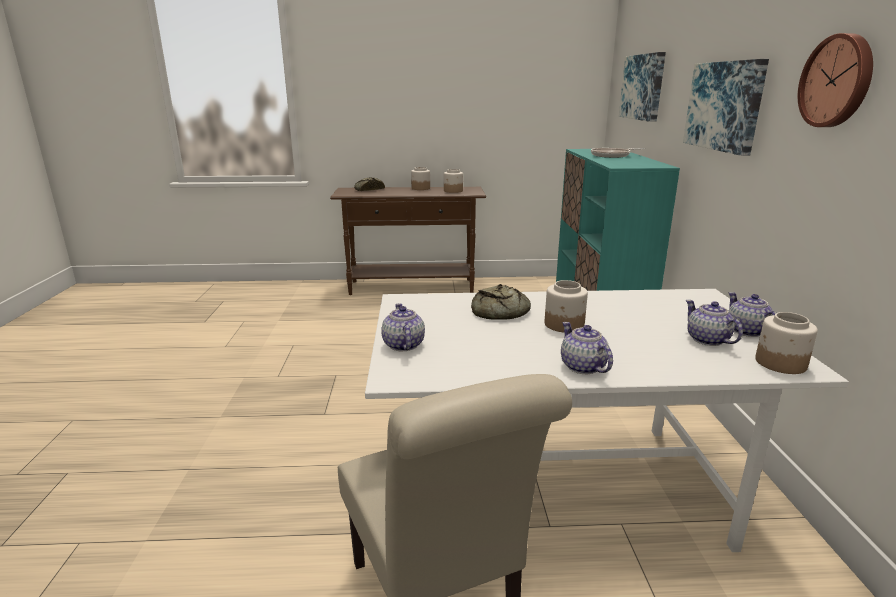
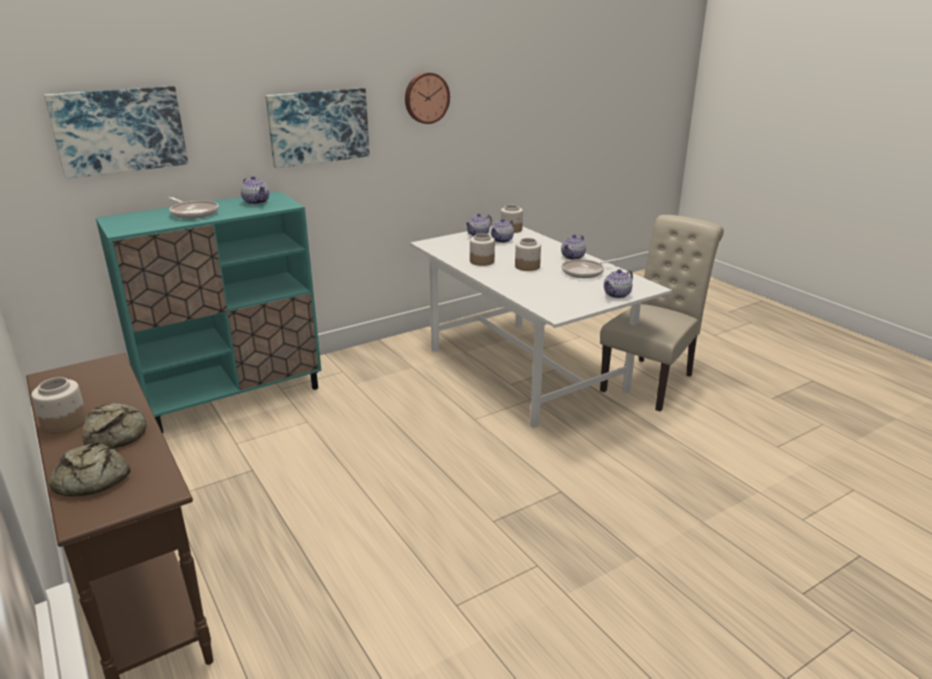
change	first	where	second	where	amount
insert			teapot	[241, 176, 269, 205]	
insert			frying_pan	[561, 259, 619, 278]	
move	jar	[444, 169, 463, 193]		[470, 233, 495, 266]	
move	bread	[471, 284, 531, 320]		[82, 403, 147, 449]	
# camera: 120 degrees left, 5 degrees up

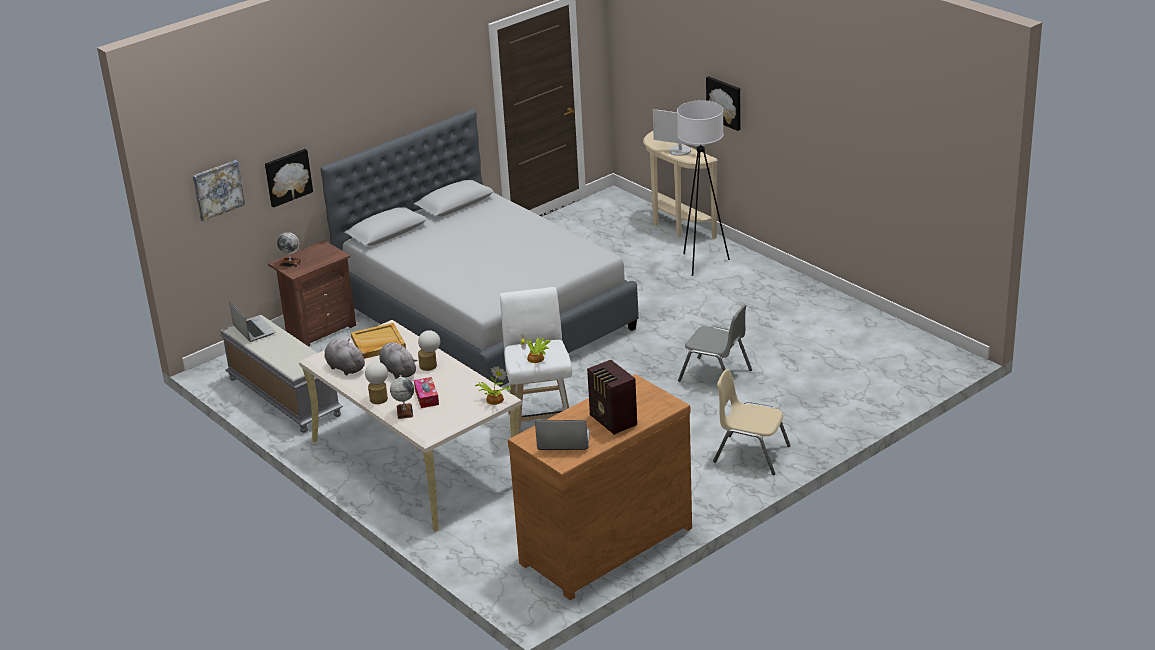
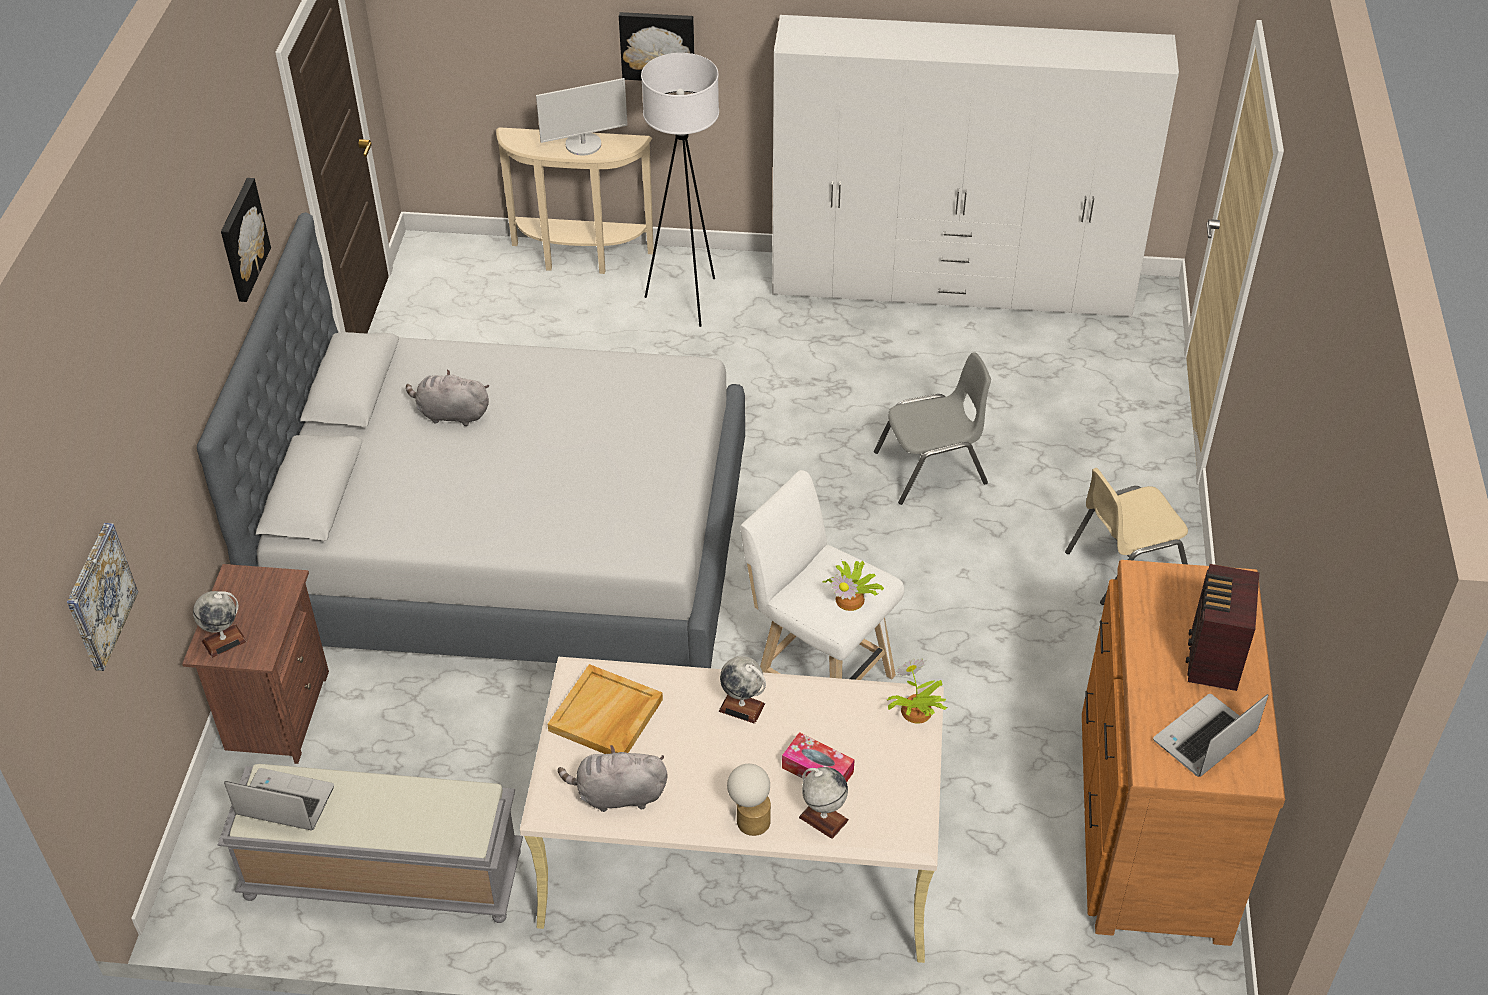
change	first	where	second	where	amount
insert			white_wardrobe	[772, 15, 1179, 317]	
move	picture	[265, 149, 313, 207]		[221, 178, 271, 302]	
move	grey_plush_toy	[379, 342, 418, 379]		[406, 370, 489, 426]	
replace	table_lamp	[418, 330, 440, 371]	globe	[719, 656, 766, 724]	
rotate	radio	[587, 360, 637, 435]		[1186, 564, 1259, 691]	90 degrees clockwise
# camera: 45 degrees left, 15 degrees up

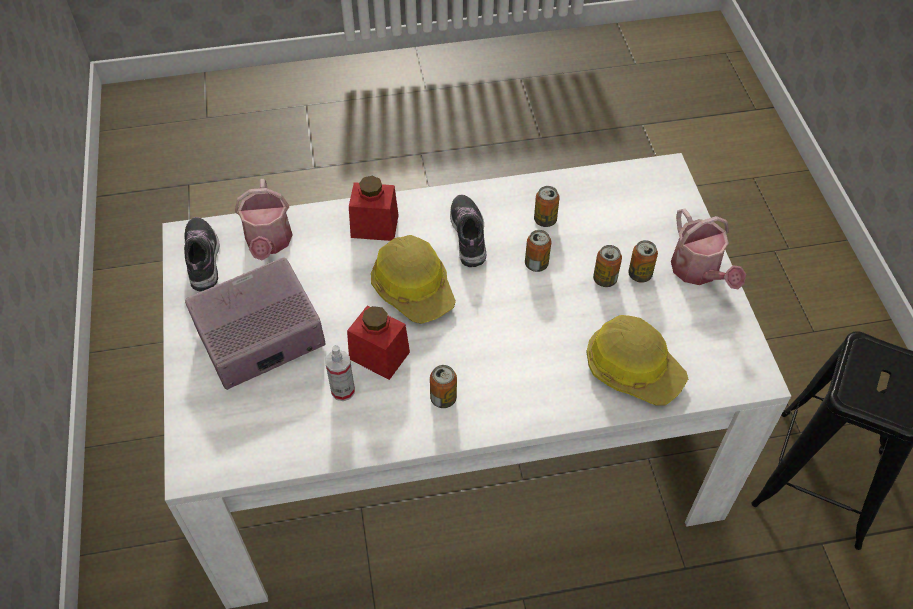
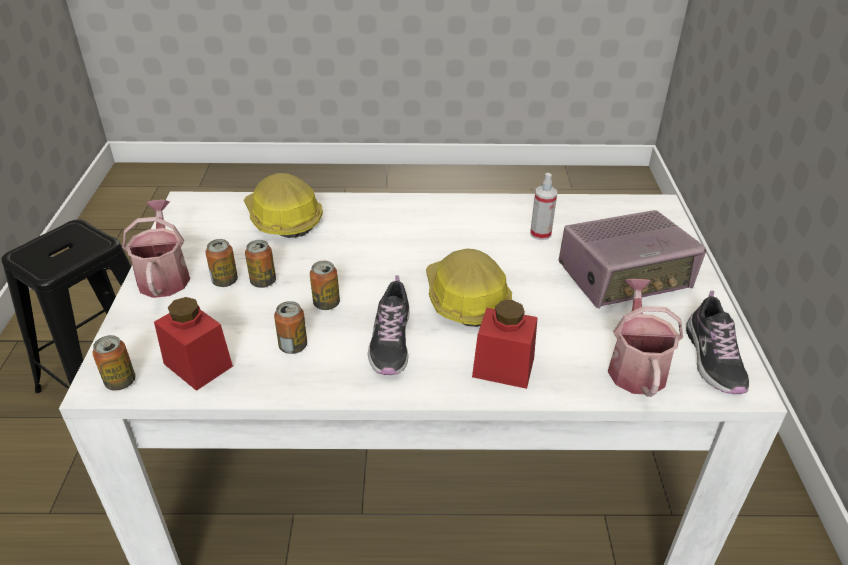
change	first	where	second	where	amount
move	red_jar	[347, 305, 410, 380]		[154, 297, 233, 391]	
move	can	[430, 365, 457, 408]		[92, 335, 136, 391]	
# camera: 170 degrees left, 15 degrees down

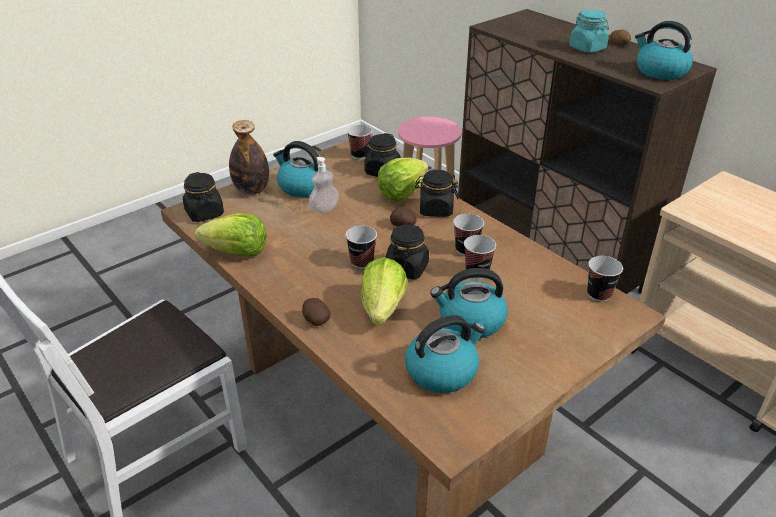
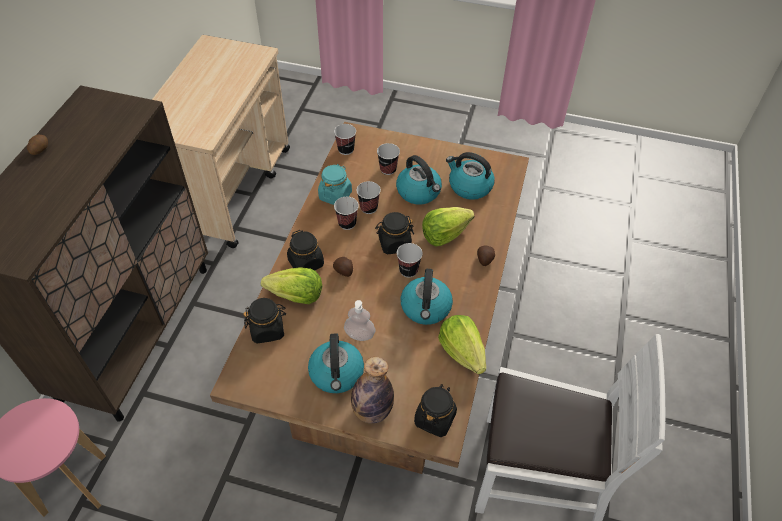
change	first	where	second	where	amount
move	cup	[347, 125, 372, 159]		[377, 143, 400, 175]	
move	turquoise_jar	[569, 10, 609, 53]		[318, 164, 352, 205]	
move	kettle	[635, 21, 693, 80]		[401, 269, 453, 325]	
# camera: 125 degrees left, 15 degrees up

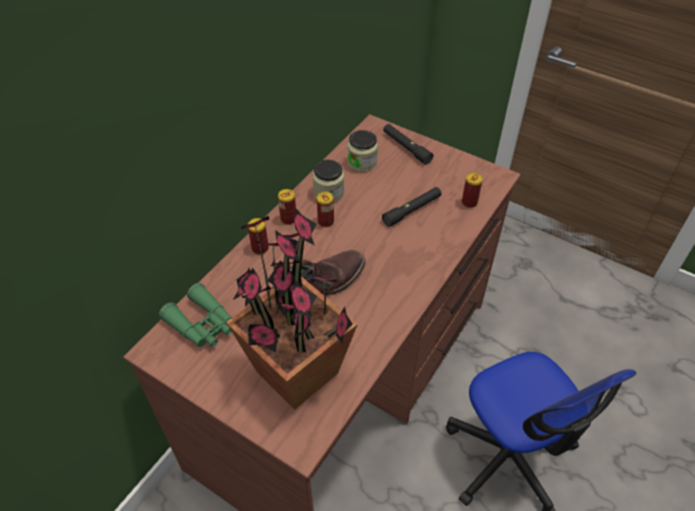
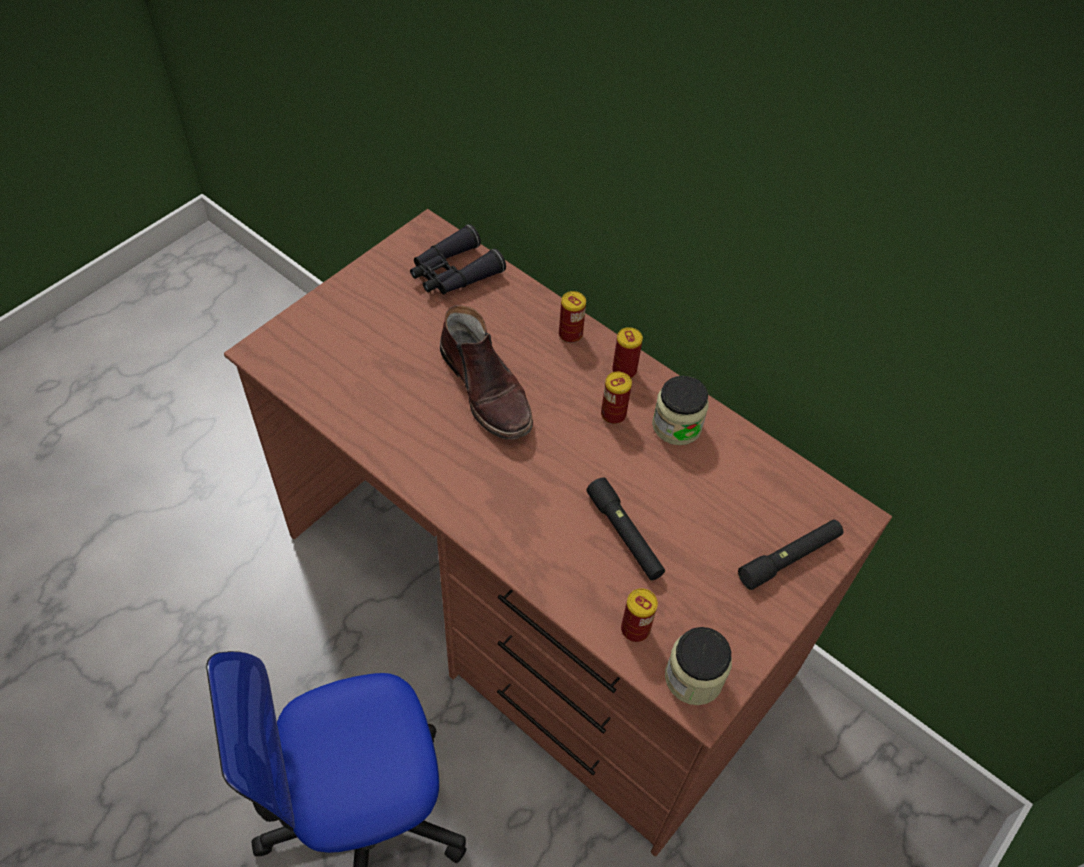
change	first	where	second	where	amount
delete	potted_plant	[226, 209, 358, 410]			
move	jar	[348, 130, 378, 172]		[665, 627, 732, 705]	
recolor	green_binoculars	[159, 283, 232, 347]	black_binoculars	[410, 224, 506, 294]	
# camera: 95 degrees right, 5 degrees up

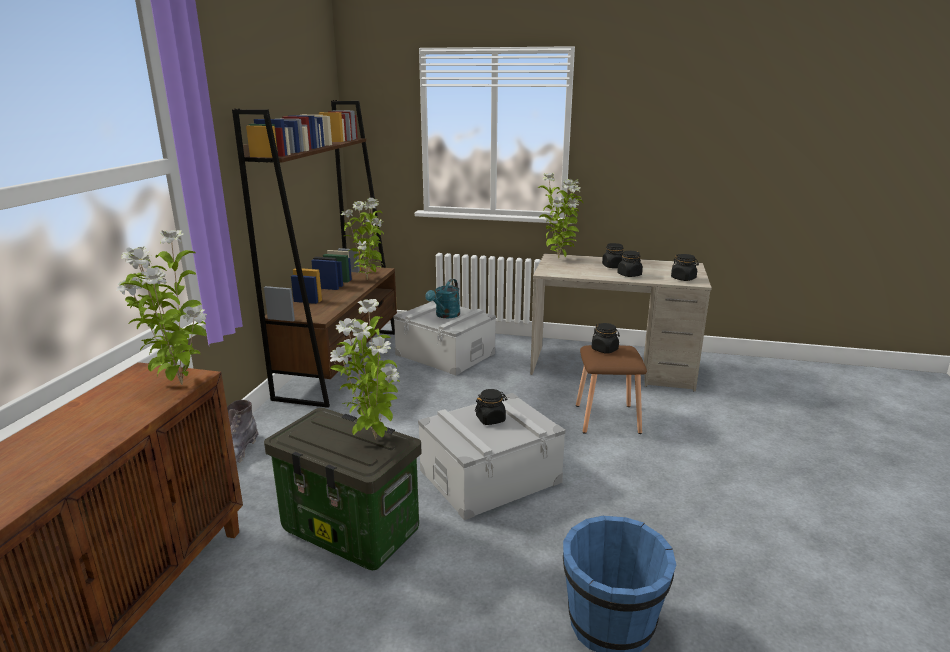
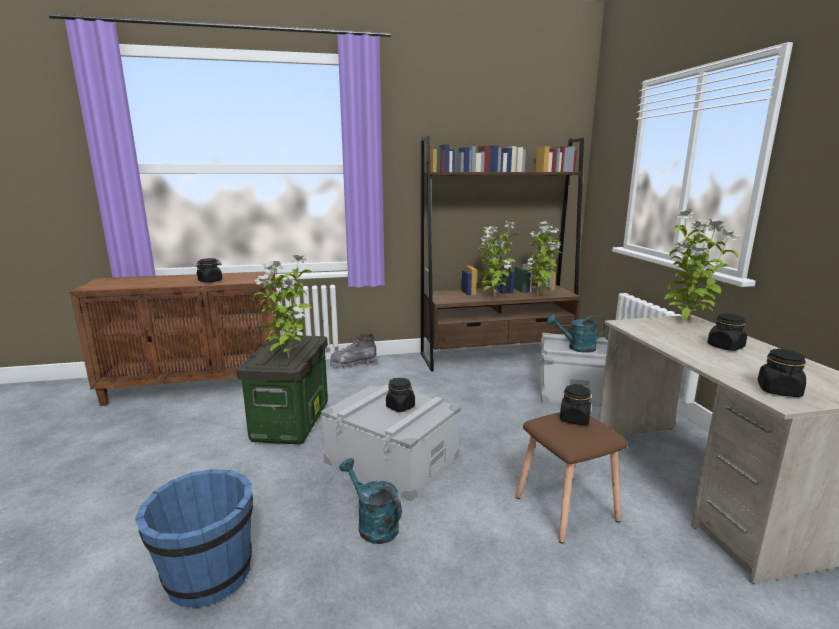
change	first	where	second	where	amount
insert			turquoise_watering_can	[339, 458, 402, 544]	
move	potted_plant	[116, 230, 207, 385]		[477, 221, 518, 298]	
move	black_jar	[617, 251, 643, 277]		[196, 258, 222, 283]	
# camera: 65 degrees right, 5 degrees down

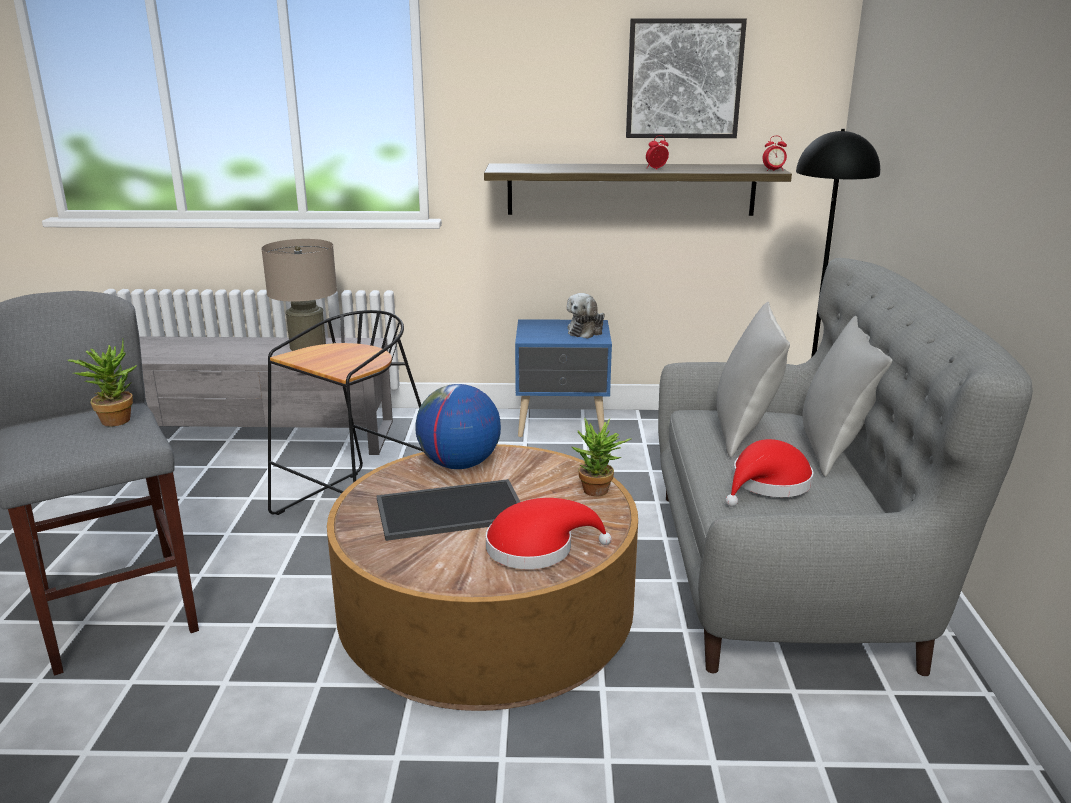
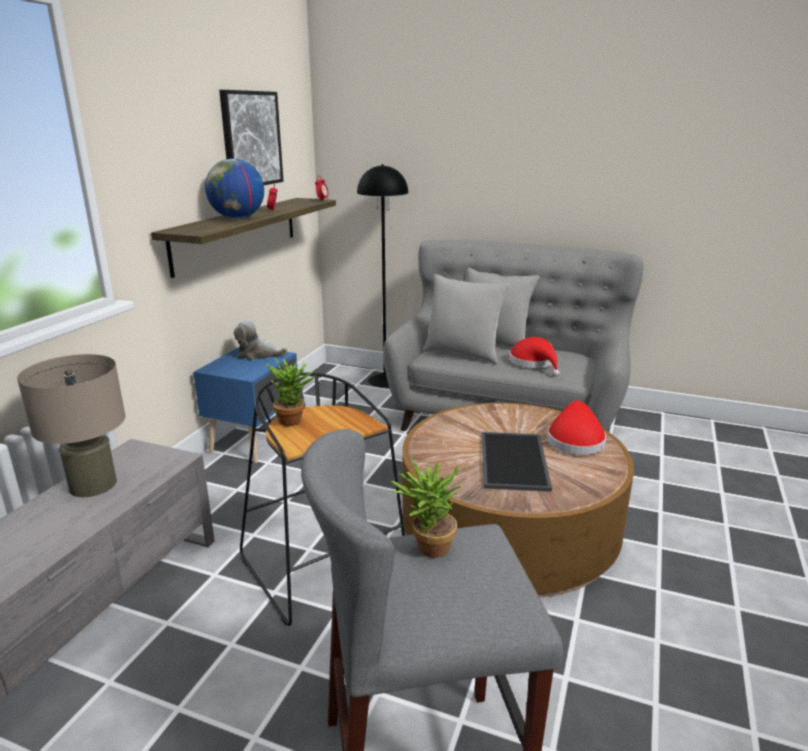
change	first	where	second	where	amount
move	globe	[415, 384, 501, 469]		[205, 159, 264, 219]	
move	potted_plant	[572, 418, 631, 497]		[267, 358, 318, 426]	
rotate	plush_toy	[567, 293, 605, 339]		[234, 320, 288, 360]	135 degrees clockwise
# camera: 70 degrees left, 0 degrees up

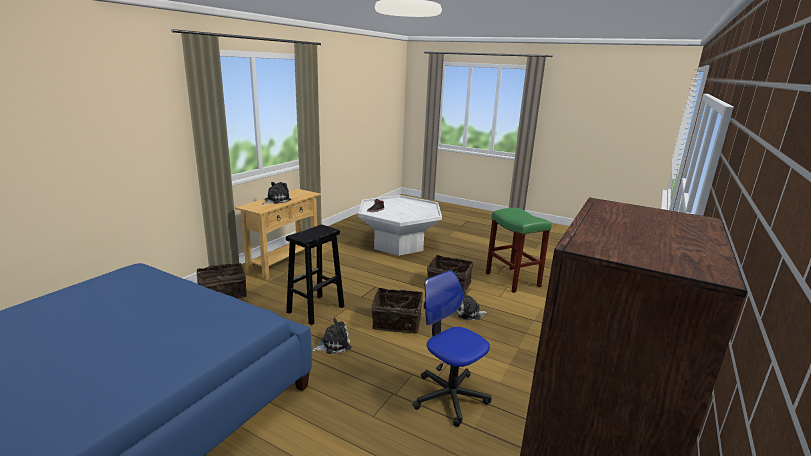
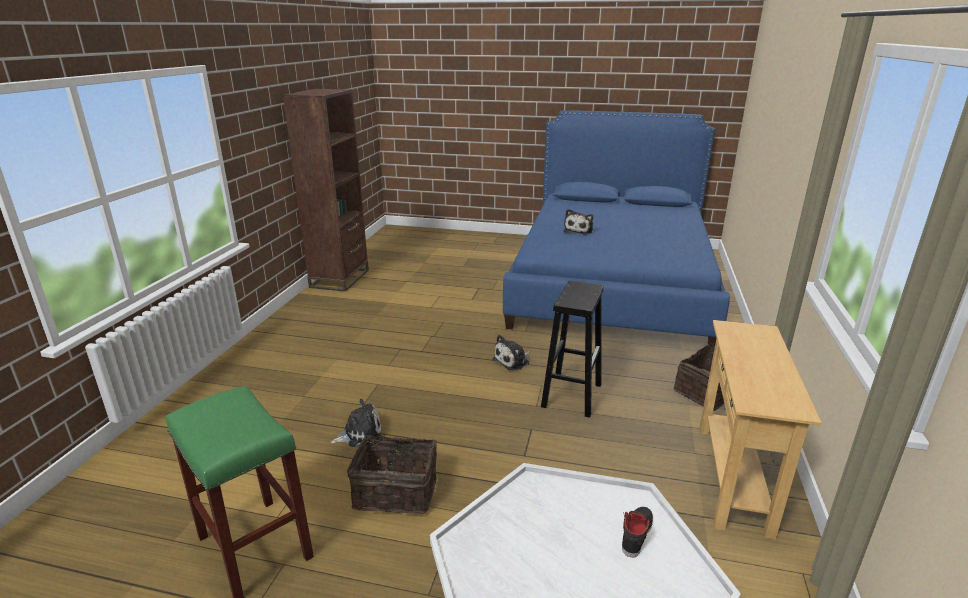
change	first	where	second	where	amount
delete	basket	[371, 288, 423, 333]			
delete	office_chair	[412, 270, 492, 427]			
move	plush_toy	[262, 182, 291, 205]		[564, 209, 593, 235]	
# camera: 165 degrees right, 5 degrees up

